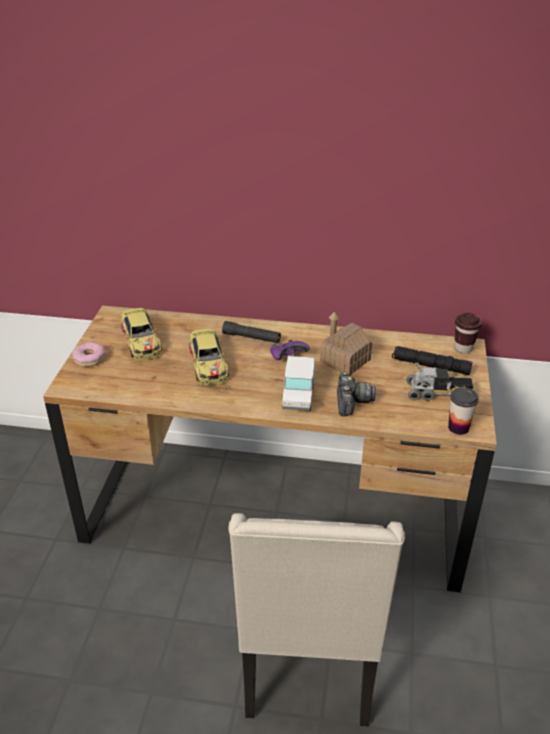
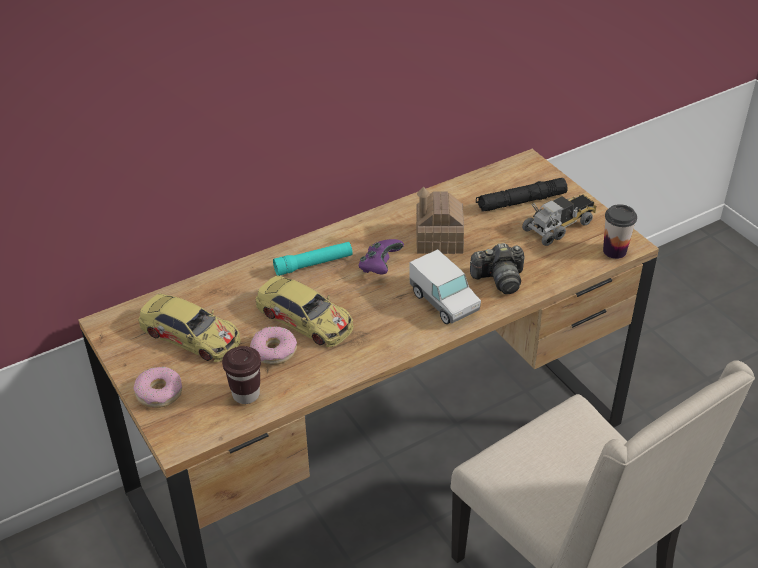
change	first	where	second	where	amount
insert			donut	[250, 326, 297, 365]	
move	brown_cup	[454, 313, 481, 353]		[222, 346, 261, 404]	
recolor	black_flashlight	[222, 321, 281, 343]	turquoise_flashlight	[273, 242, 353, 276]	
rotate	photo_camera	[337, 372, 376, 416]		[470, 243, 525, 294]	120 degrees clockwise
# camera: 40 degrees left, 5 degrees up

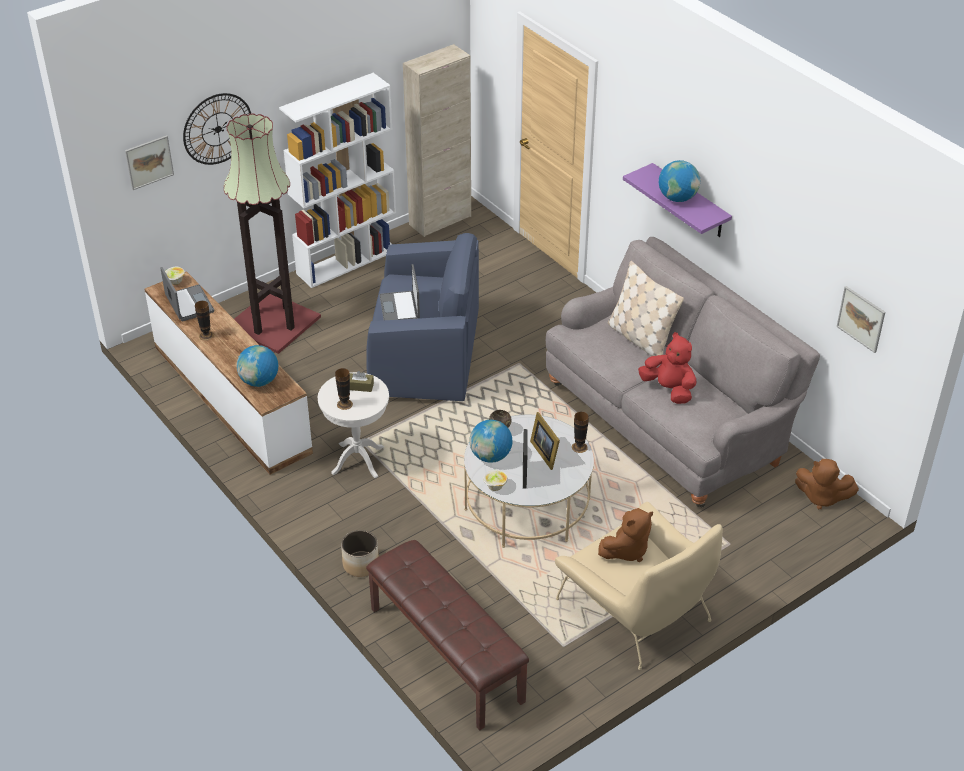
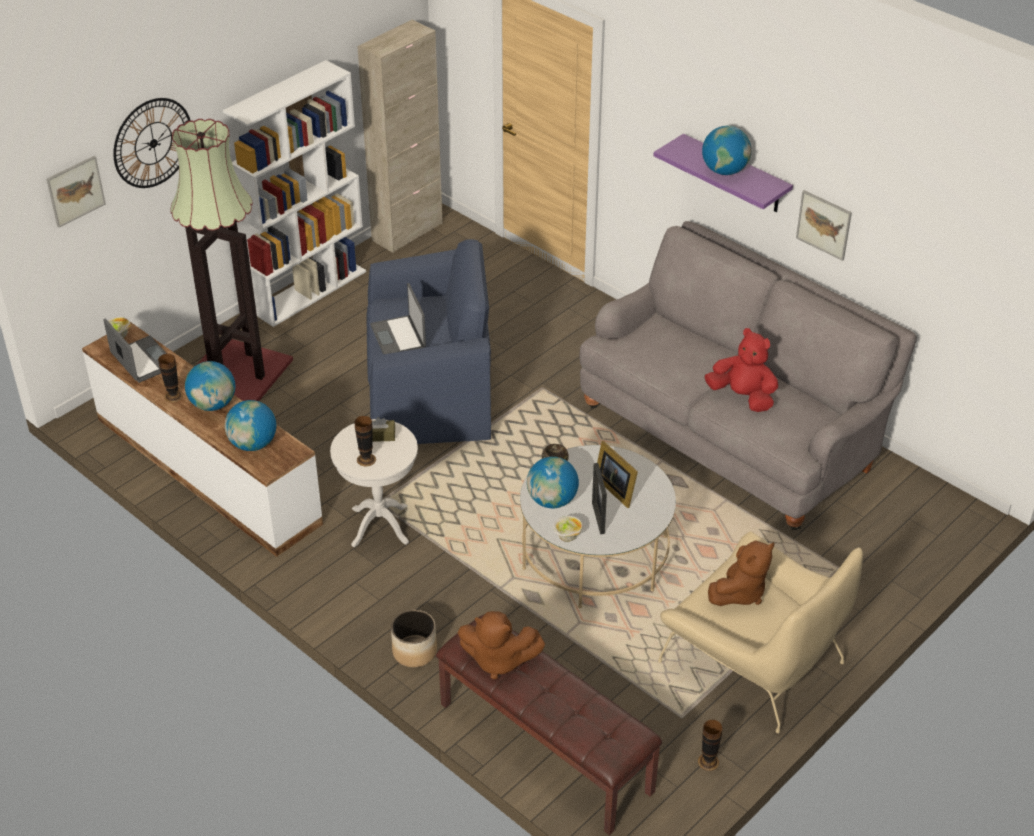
change	first	where	second	where	amount
delete	beige_pillow	[608, 261, 684, 356]			
insert			globe	[185, 361, 235, 411]	
move	vase	[572, 412, 589, 453]		[698, 720, 723, 771]	
move	brown_plush_toy	[795, 459, 859, 510]		[458, 611, 545, 679]	
move	picture	[837, 286, 885, 353]		[796, 190, 852, 261]	
# camera: 10 degrees left, 0 degrees up

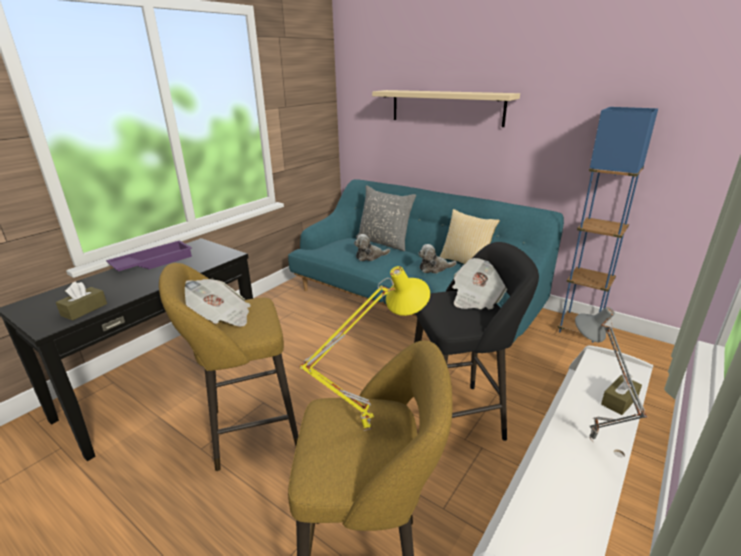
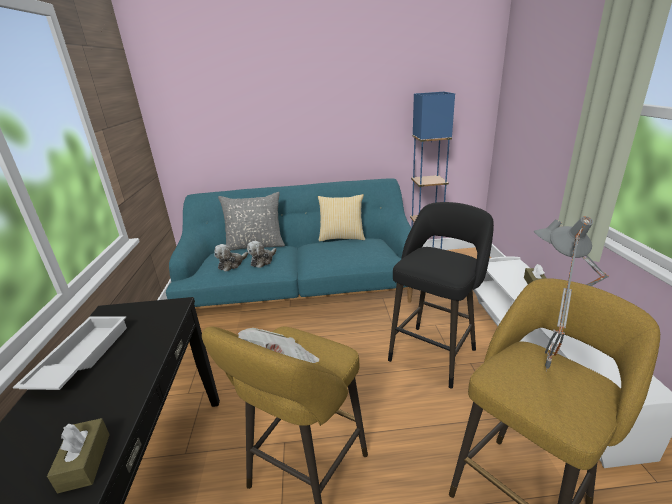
change	first	where	second	where	amount
delete	beige_shelf	[372, 90, 520, 127]			
delete	newspaper	[452, 258, 507, 309]			
move	plush_toy	[418, 244, 457, 273]		[214, 244, 248, 272]	
recolor	purple_tray	[106, 240, 192, 271]	white_tray	[13, 316, 127, 390]	
recolor	yellow_table_lamp	[299, 266, 430, 431]	grey_table_lamp	[545, 216, 593, 372]	
# camera: 40 degrees left, 0 degrees up

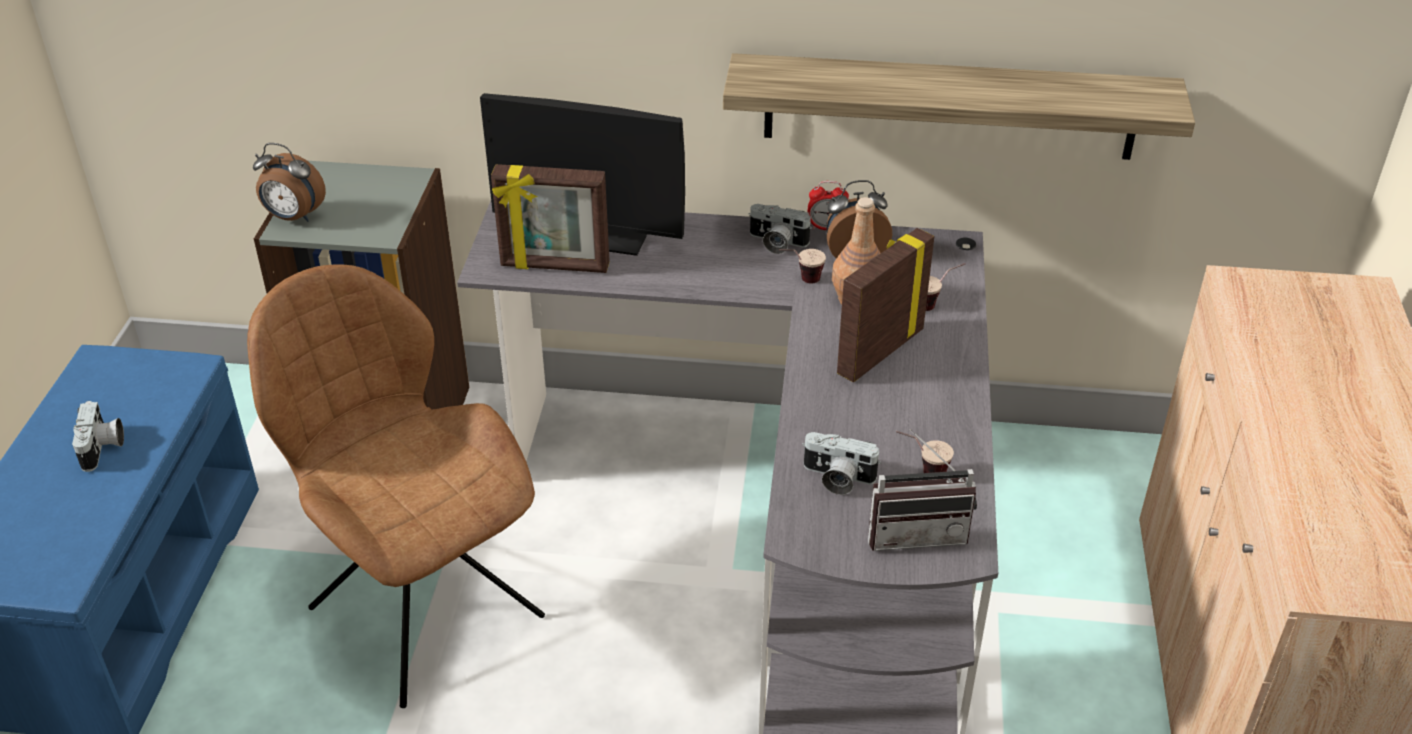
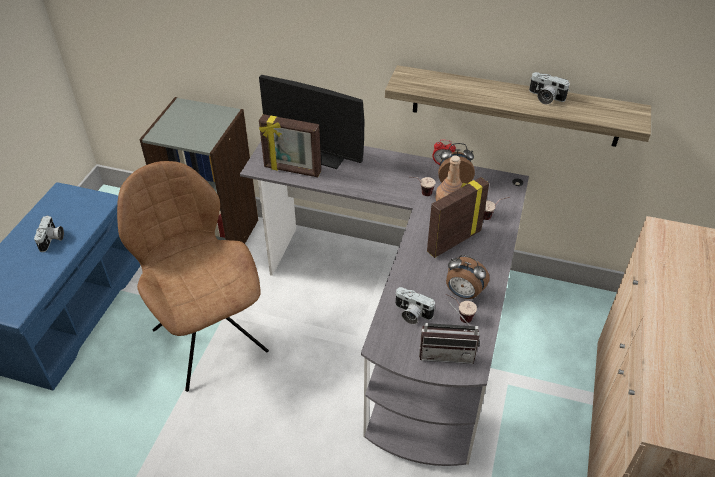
change	first	where	second	where	amount
move	alarm_clock	[253, 143, 326, 222]		[446, 255, 489, 299]	
move	photo_camera	[749, 204, 812, 254]		[529, 72, 570, 105]	
# camera: 10 degrees right, 5 degrees up

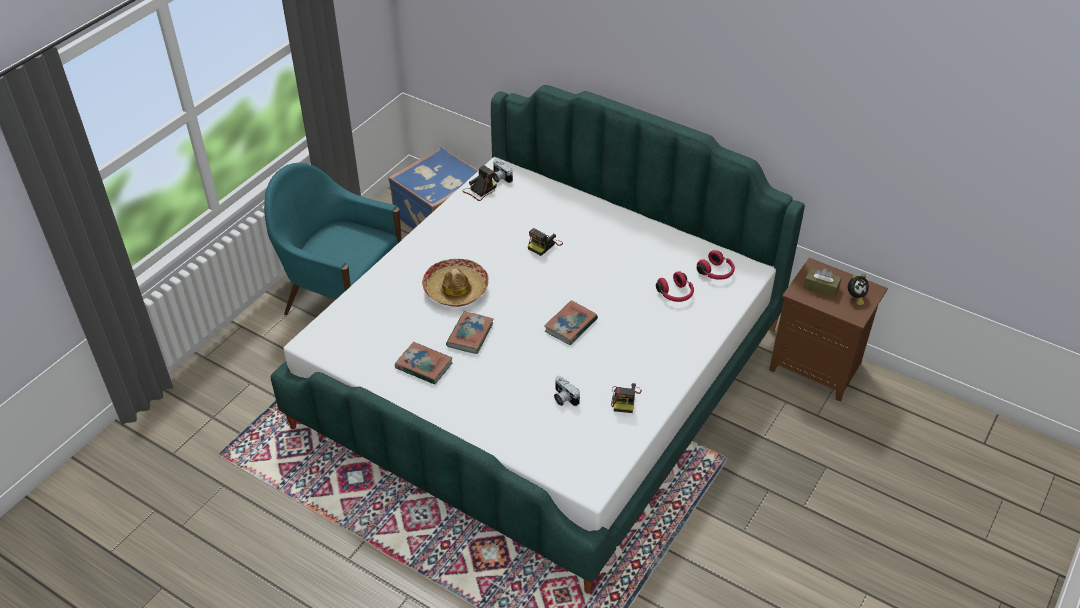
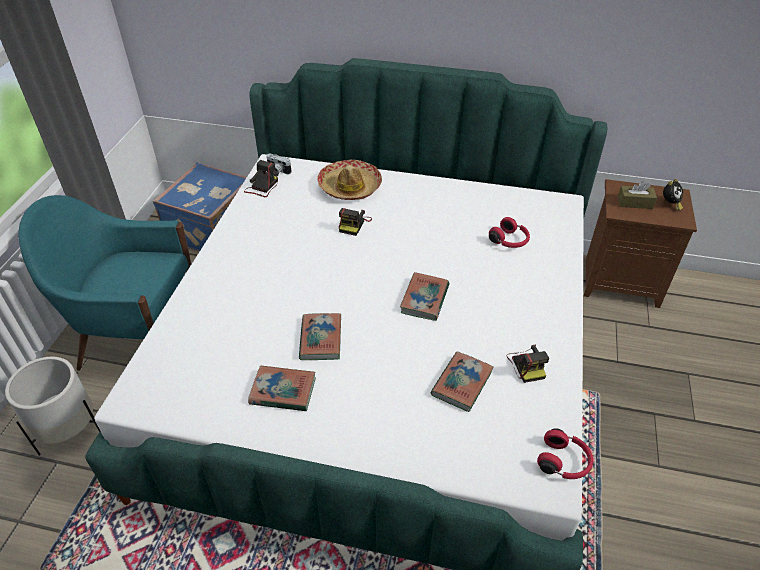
change	first	where	second	where	amount
insert			white_planter	[5, 357, 101, 456]	
move	hat	[422, 259, 489, 307]		[318, 160, 382, 200]	
move	red_headphones	[697, 250, 735, 280]		[537, 428, 593, 479]	
replace	photo_camera	[554, 376, 580, 406]	book	[430, 351, 494, 412]	
# camera: 20 degrees left, 0 degrees up

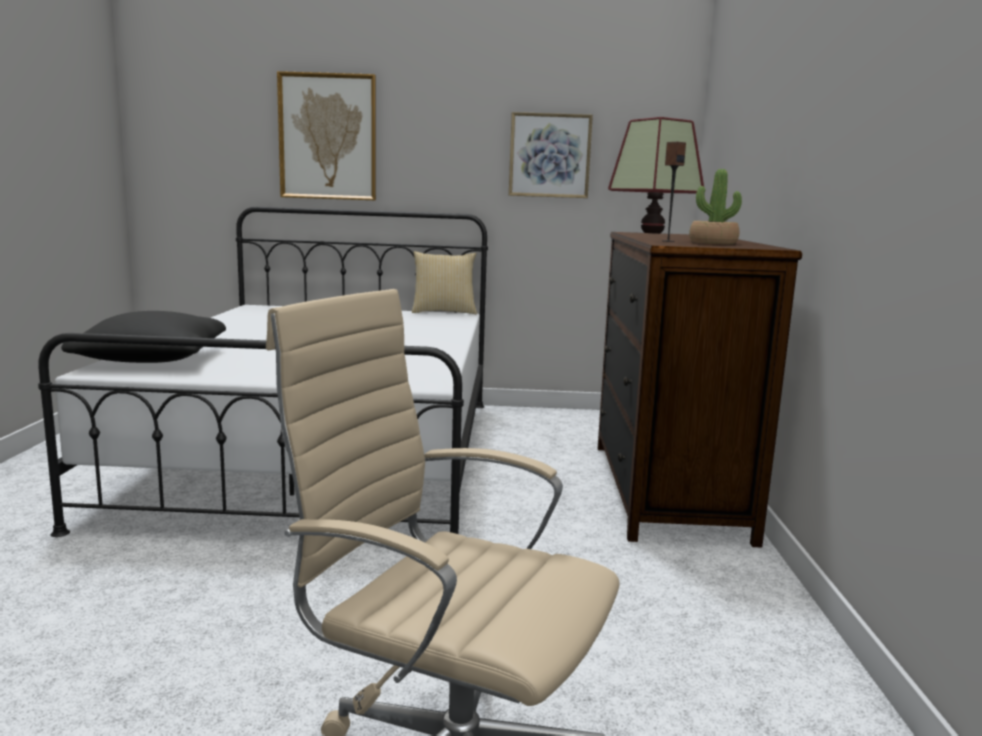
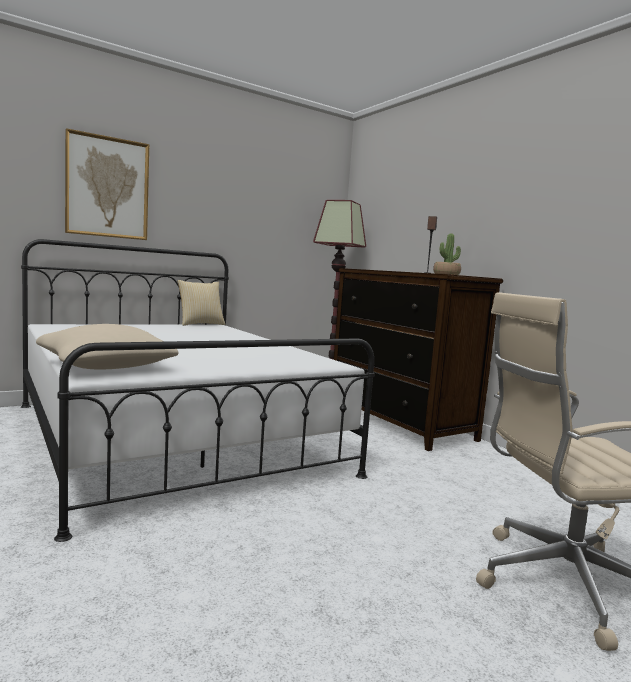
change	first	where	second	where	amount
delete	picture	[509, 112, 593, 198]			
recolor	black_pillow	[61, 311, 226, 363]	beige_pillow	[36, 324, 178, 370]	
# camera: 35 degrees left, 5 degrees down

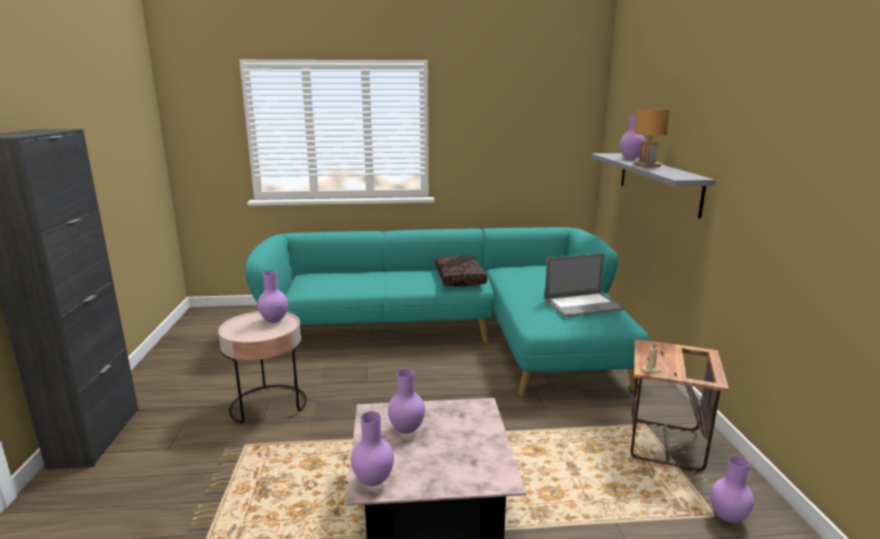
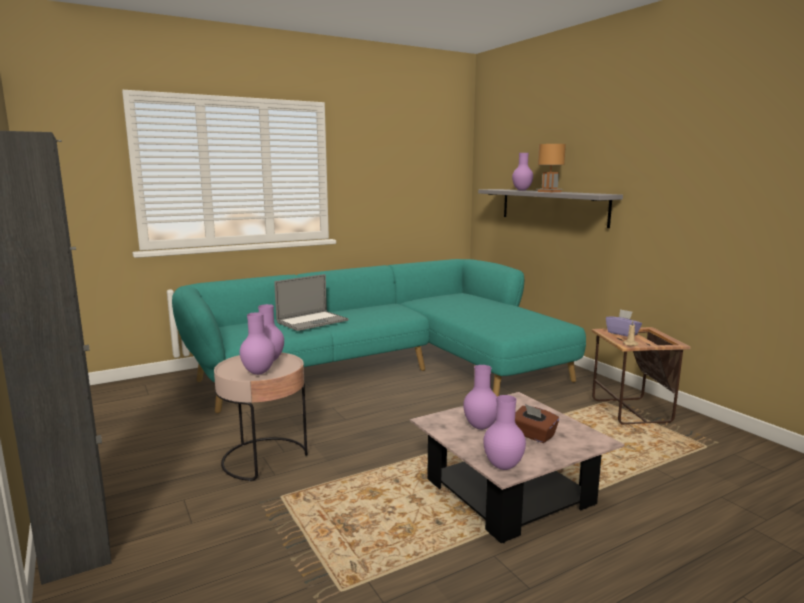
change	first	where	second	where	amount
delete	brown_pillow	[435, 256, 487, 287]			
insert			brown_tissue_box	[515, 404, 559, 443]	
insert			purple_tissue_box	[606, 309, 642, 337]	
move	laptop	[544, 253, 624, 317]		[274, 274, 348, 331]	
move	purple_vase	[711, 456, 754, 523]		[240, 312, 275, 375]	
# camera: 25 degrees left, 5 degrees down

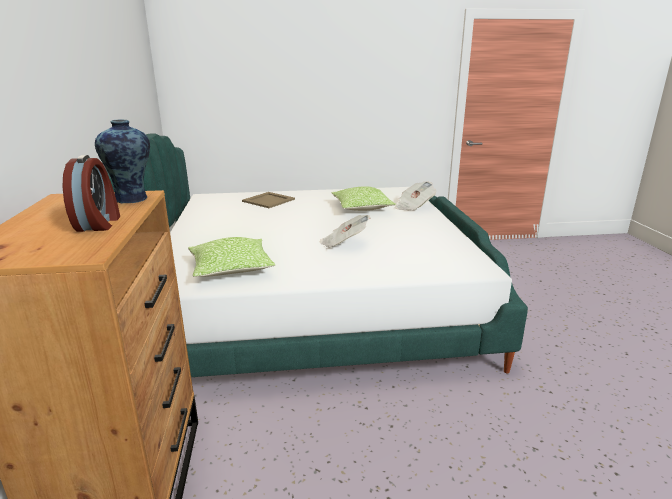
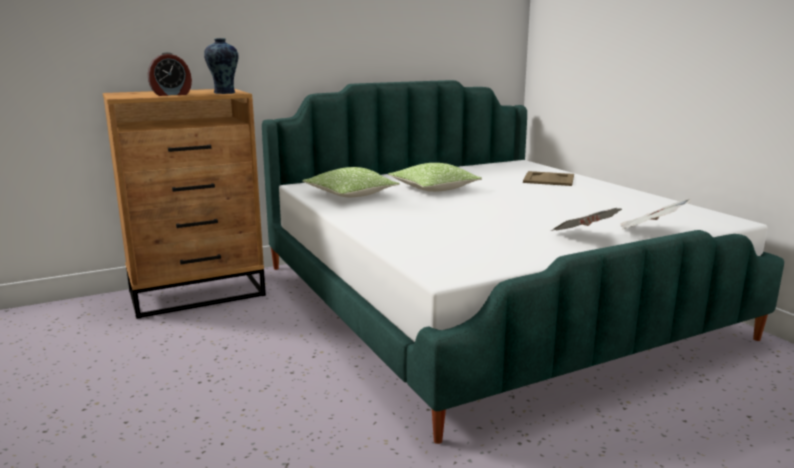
change	first	where	second	where	amount
move	newspaper	[319, 215, 370, 248]		[550, 208, 622, 231]	
move	pillow	[331, 186, 396, 211]		[388, 163, 482, 192]	
# camera: 70 degrees right, 5 degrees down

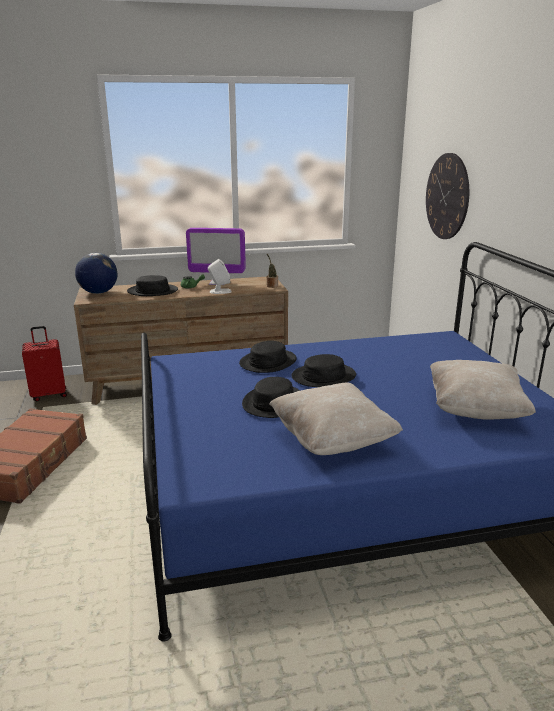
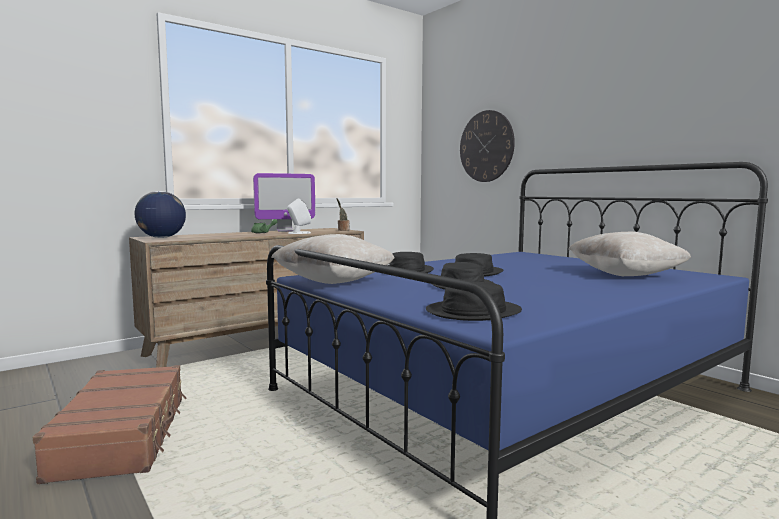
change	first	where	second	where	amount
delete	red_suitcase	[22, 326, 67, 401]			
move	black_hat	[127, 275, 178, 296]		[426, 282, 522, 321]	
move	beige_pillow	[269, 382, 403, 455]		[271, 234, 394, 284]	
# camera: 25 degrees left, 15 degrees down

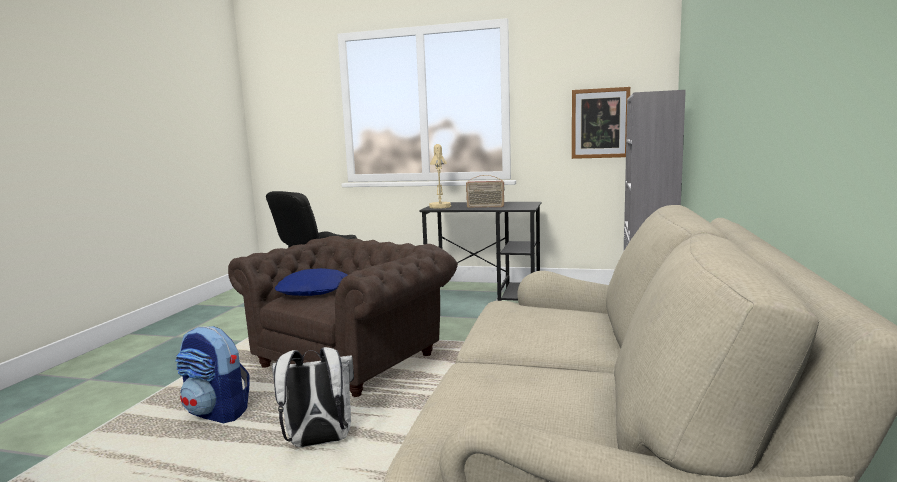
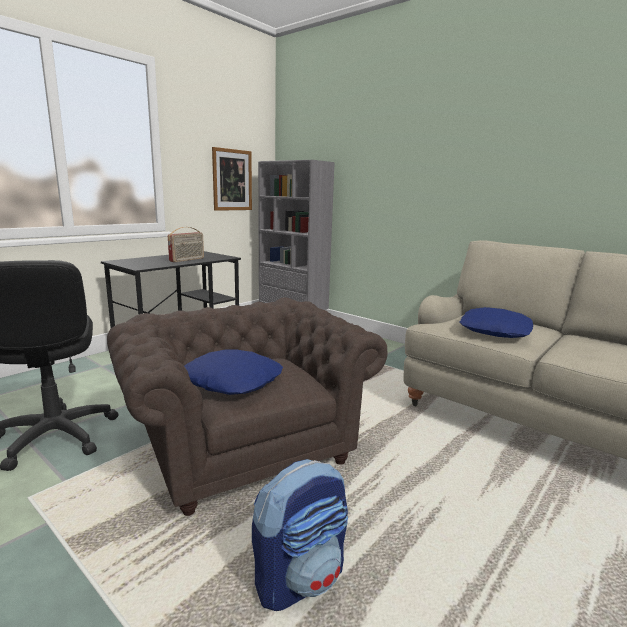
change	first	where	second	where	amount
delete	white_backpack	[272, 347, 354, 447]			
delete	beige_table_lamp	[429, 144, 451, 209]			
insert			blue_pillow	[460, 307, 533, 338]	
# camera: 65 degrees left, 5 degrees up

